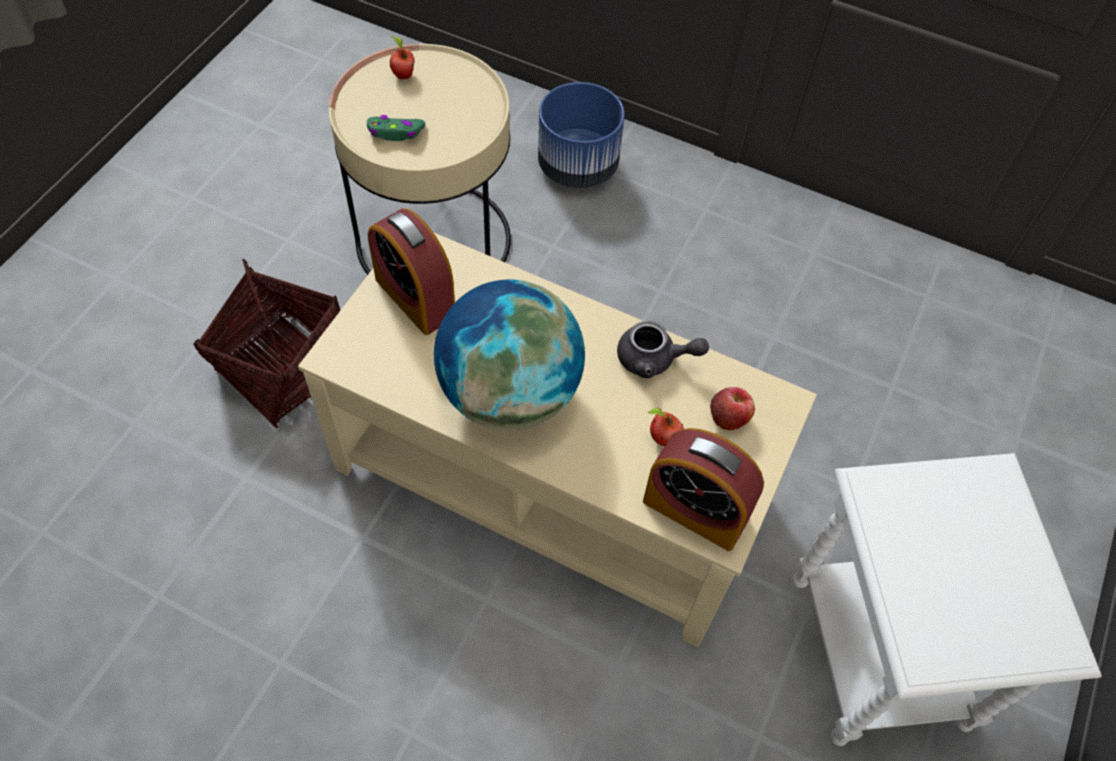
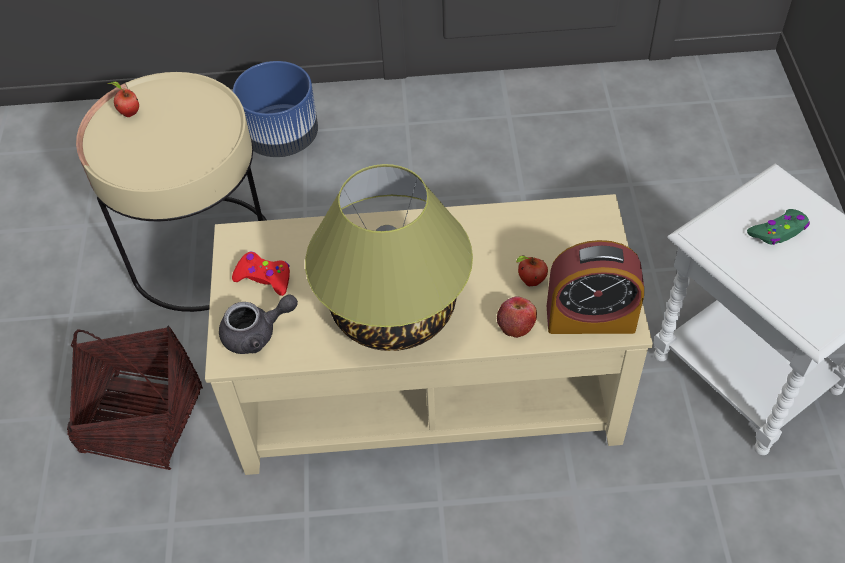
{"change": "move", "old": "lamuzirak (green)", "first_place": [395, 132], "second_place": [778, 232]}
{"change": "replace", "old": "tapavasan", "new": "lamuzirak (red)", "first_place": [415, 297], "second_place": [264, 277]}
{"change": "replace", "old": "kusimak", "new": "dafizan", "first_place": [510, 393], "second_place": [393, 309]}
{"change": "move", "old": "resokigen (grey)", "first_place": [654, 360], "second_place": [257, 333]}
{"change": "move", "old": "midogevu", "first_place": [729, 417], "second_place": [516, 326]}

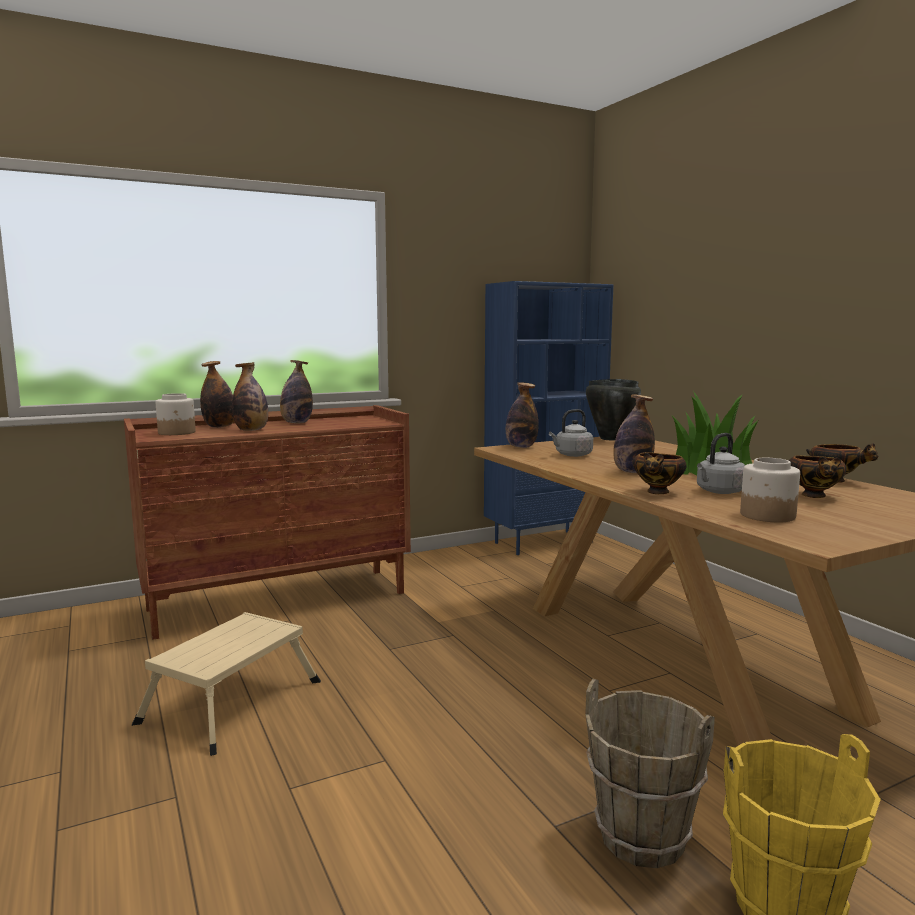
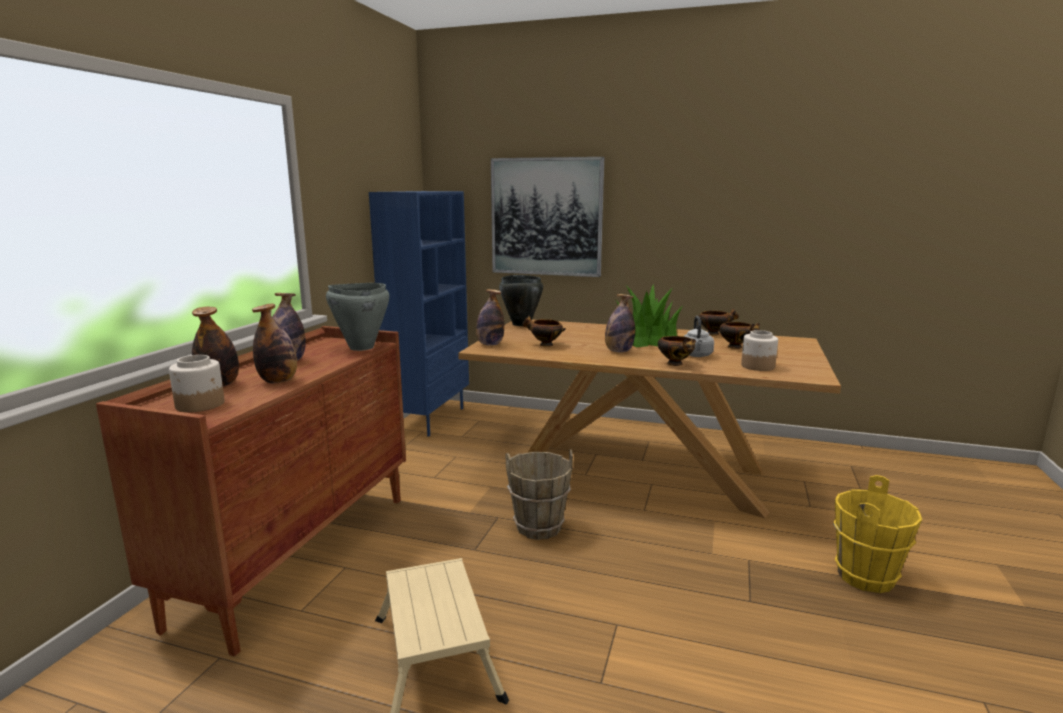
{"change": "replace", "old": "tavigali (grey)", "new": "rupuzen", "first_place": [572, 455], "second_place": [544, 345]}
{"change": "move", "old": "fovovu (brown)", "first_place": [642, 836], "second_place": [538, 527]}
{"change": "insert", "new": "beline", "second_place": [546, 217]}
{"change": "insert", "new": "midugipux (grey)", "second_place": [361, 347]}

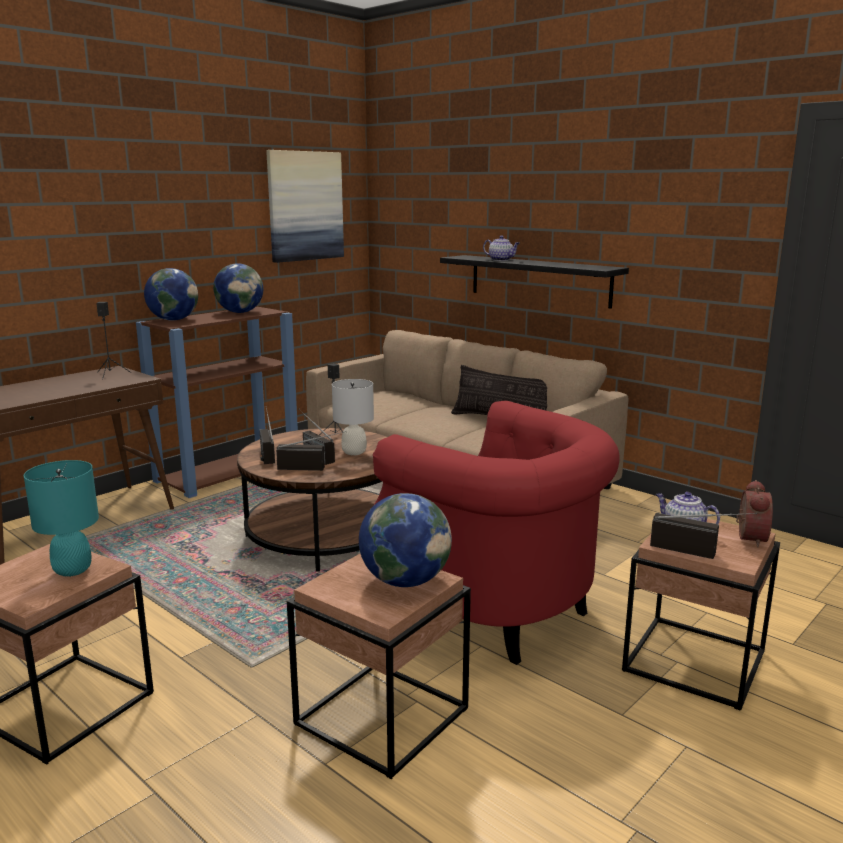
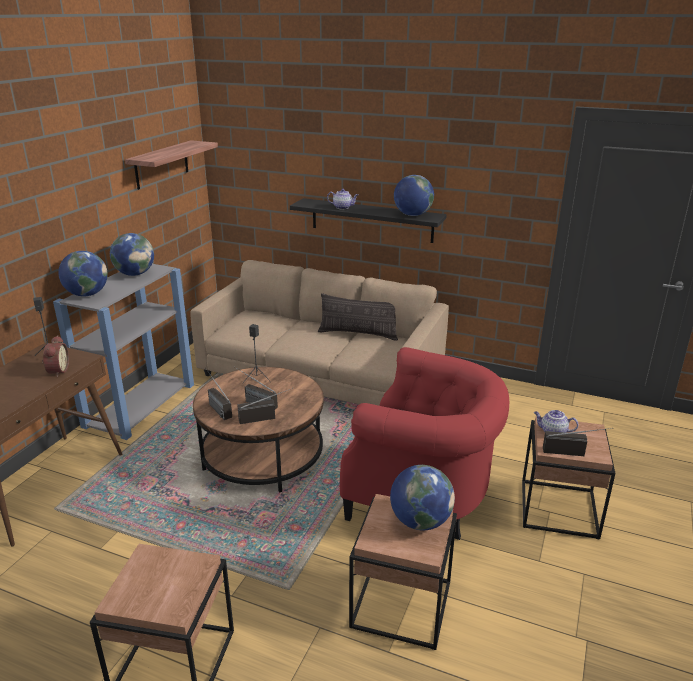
{"change": "replace", "old": "beline", "new": "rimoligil", "first_place": [305, 206], "second_place": [161, 164]}
{"change": "recolor", "old": "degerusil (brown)", "new": "degerusil (grey)", "first_place": [229, 471], "second_place": [141, 404]}
{"change": "delete", "old": "dafizan (grey)", "first_place": [353, 453]}
{"change": "delete", "old": "dafizan (turquoise)", "first_place": [74, 570]}
{"change": "move", "old": "tapavasan", "first_place": [748, 538], "second_place": [57, 371]}
{"change": "insert", "new": "kusimak", "second_place": [412, 215]}

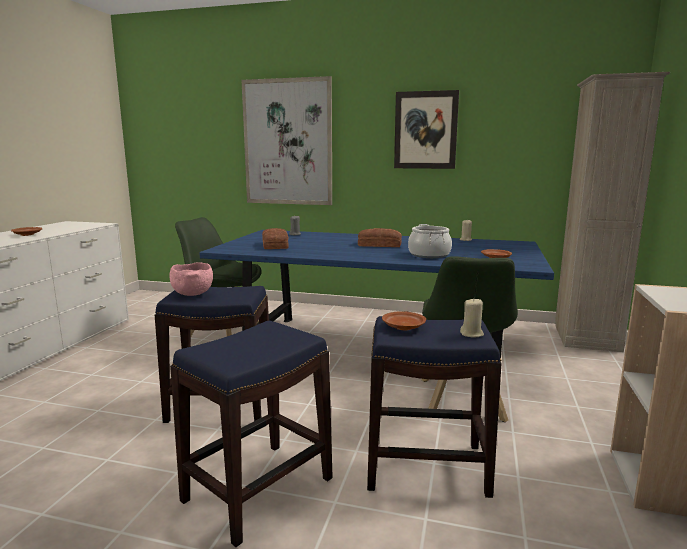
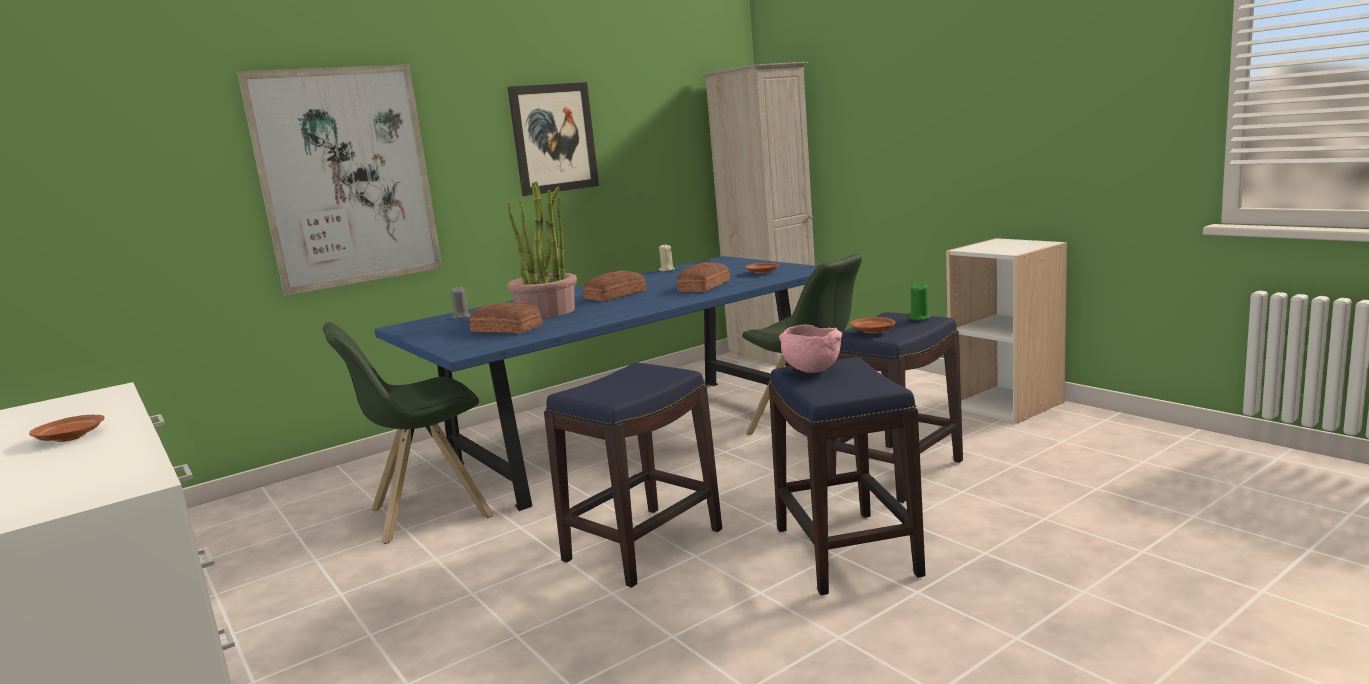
{"change": "replace", "old": "midugipux", "new": "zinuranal", "first_place": [429, 255], "second_place": [702, 286]}
{"change": "move", "old": "rupuzen (pink)", "first_place": [192, 294], "second_place": [810, 370]}
{"change": "recolor", "old": "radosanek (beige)", "new": "radosanek (green)", "first_place": [472, 334], "second_place": [919, 318]}
{"change": "insert", "new": "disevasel", "second_place": [546, 312]}

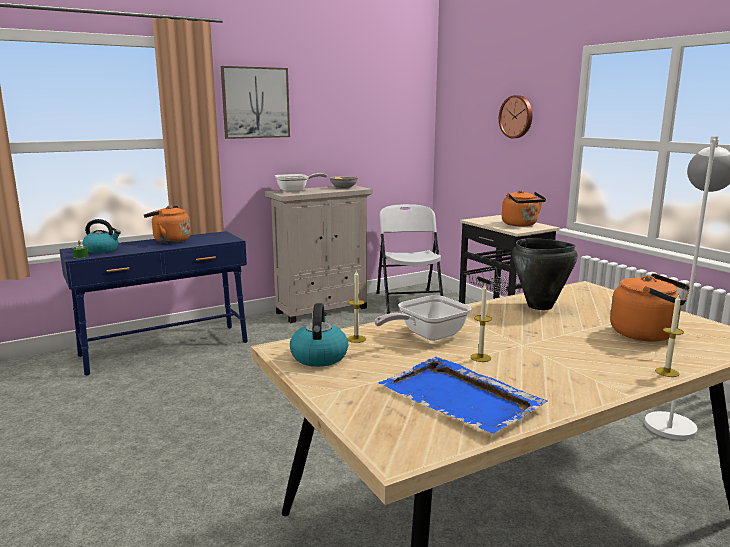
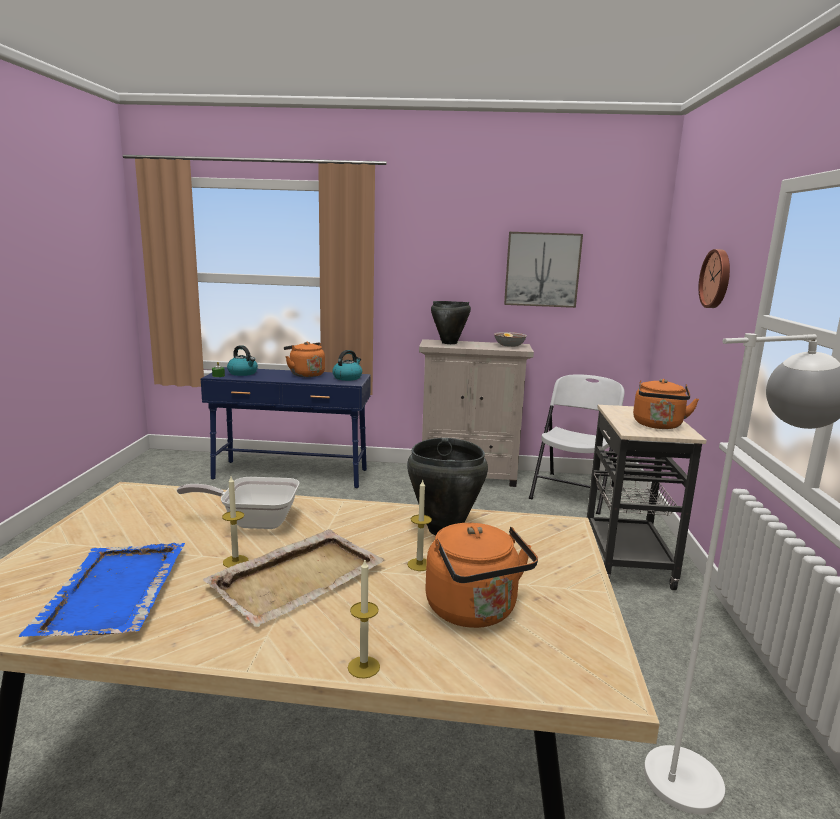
{"change": "move", "old": "beline", "first_place": [255, 103], "second_place": [542, 269]}
{"change": "replace", "old": "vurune", "new": "midugipux (black)", "first_place": [296, 191], "second_place": [449, 343]}
{"change": "move", "old": "radosanek", "first_place": [356, 339], "second_place": [419, 564]}
{"change": "move", "old": "tavigali", "first_place": [319, 356], "second_place": [347, 378]}
{"change": "insert", "new": "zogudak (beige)", "second_place": [299, 577]}

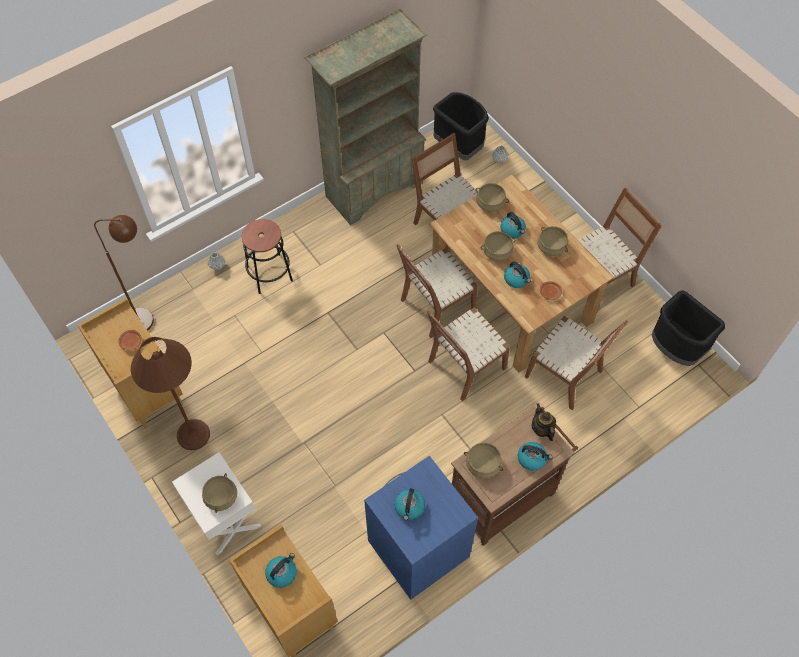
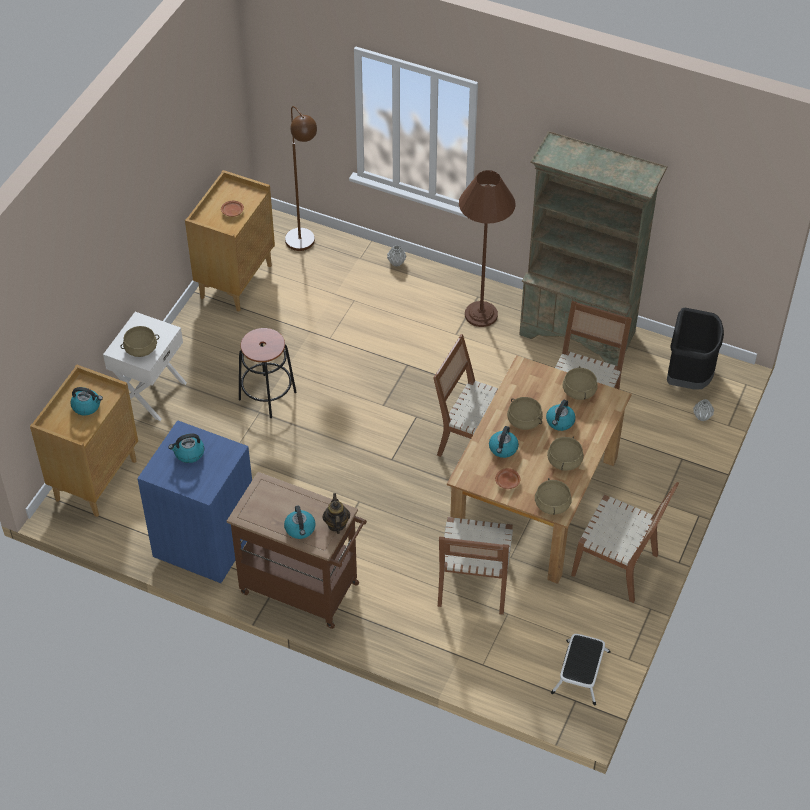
{"change": "move", "old": "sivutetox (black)", "first_place": [269, 273], "second_place": [267, 395]}
{"change": "replace", "old": "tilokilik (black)", "new": "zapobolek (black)", "first_place": [676, 349], "second_place": [580, 672]}
{"change": "delete", "old": "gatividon", "first_place": [464, 367]}
{"change": "move", "old": "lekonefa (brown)", "first_place": [193, 435], "second_place": [481, 314]}
{"change": "rotate", "old": "resokigen", "first_place": [542, 429], "second_place": [336, 524], "degrees": -45}
{"change": "move", "old": "midugipux (beige)", "first_place": [482, 464], "second_place": [552, 504]}

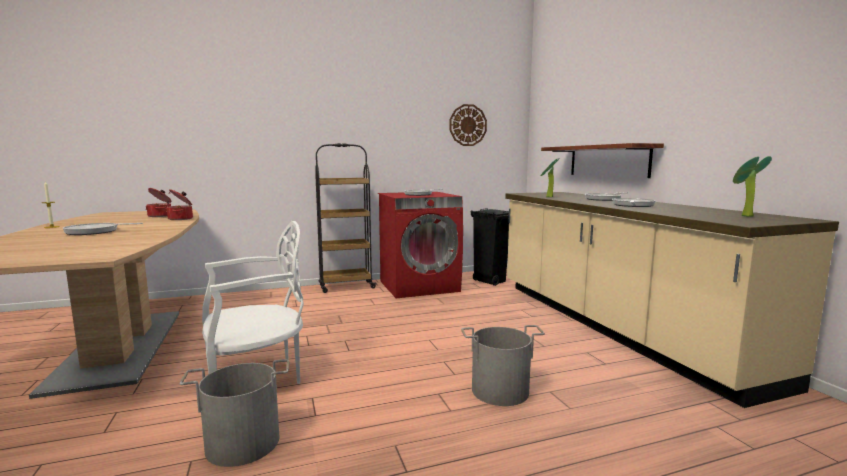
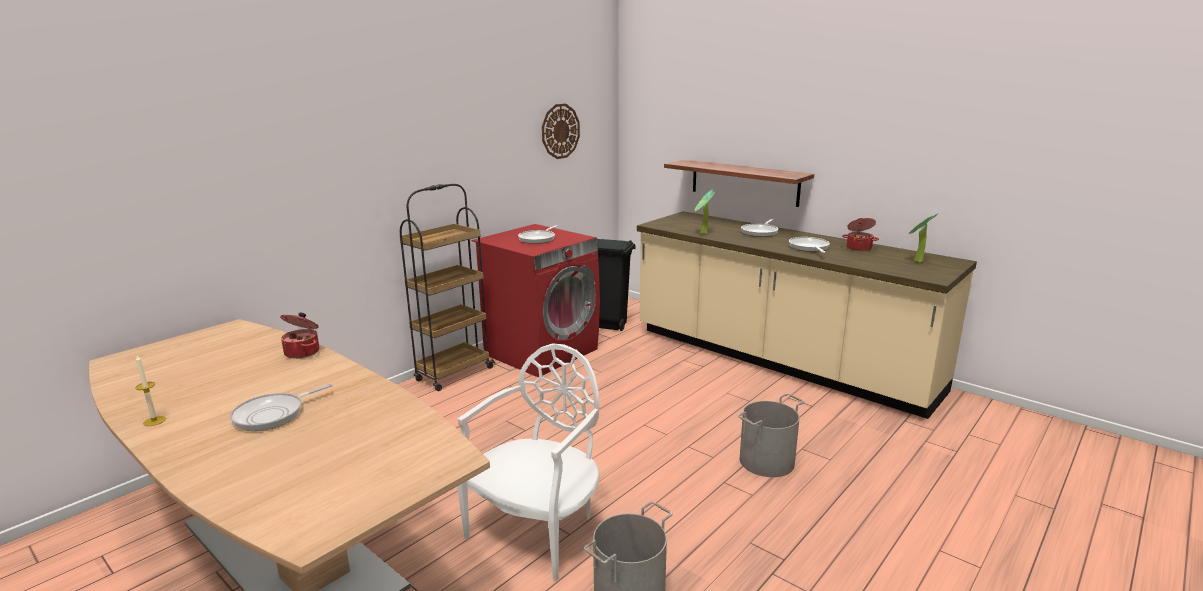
{"change": "move", "old": "midugipux", "first_place": [160, 216], "second_place": [859, 248]}

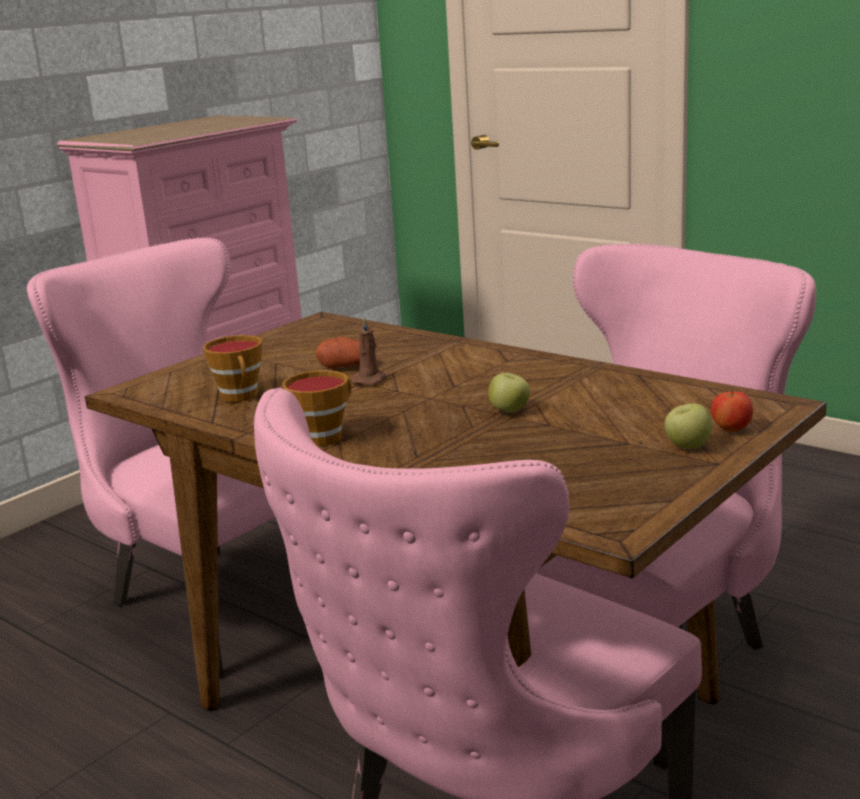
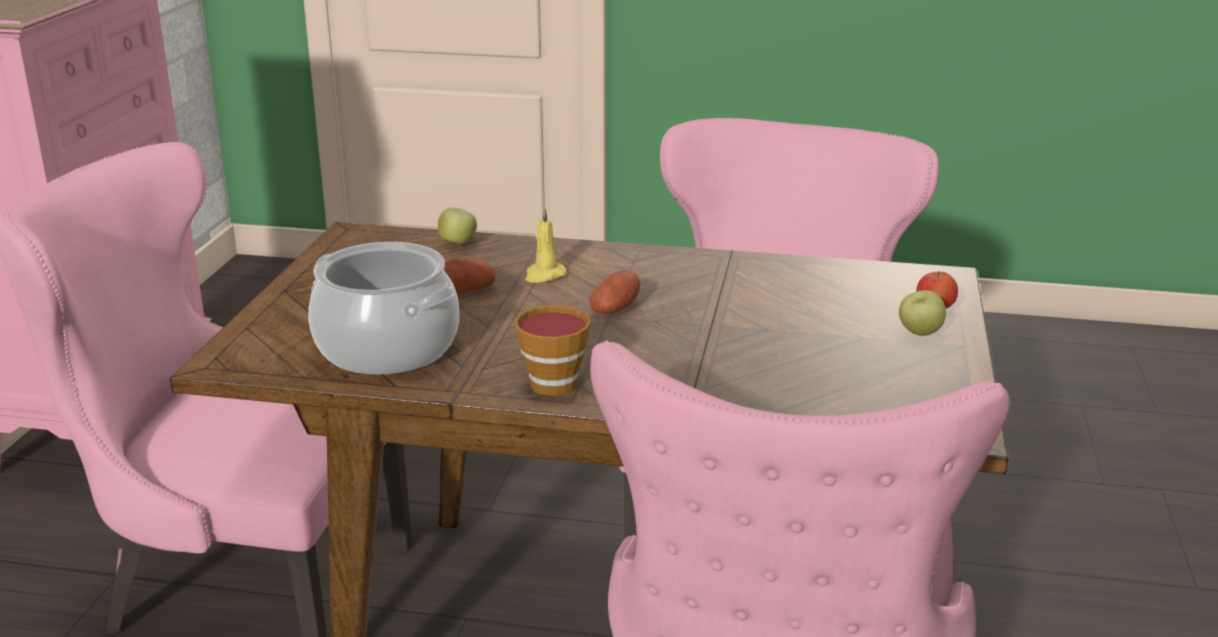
{"change": "delete", "old": "radosanek (brown)", "first_place": [371, 380]}
{"change": "replace", "old": "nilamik", "new": "midugipux", "first_place": [241, 397], "second_place": [388, 347]}
{"change": "move", "old": "midogevu", "first_place": [509, 411], "second_place": [458, 243]}
{"change": "insert", "new": "radosanek (yellow)", "second_place": [544, 275]}
{"change": "insert", "new": "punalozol", "second_place": [615, 309]}

